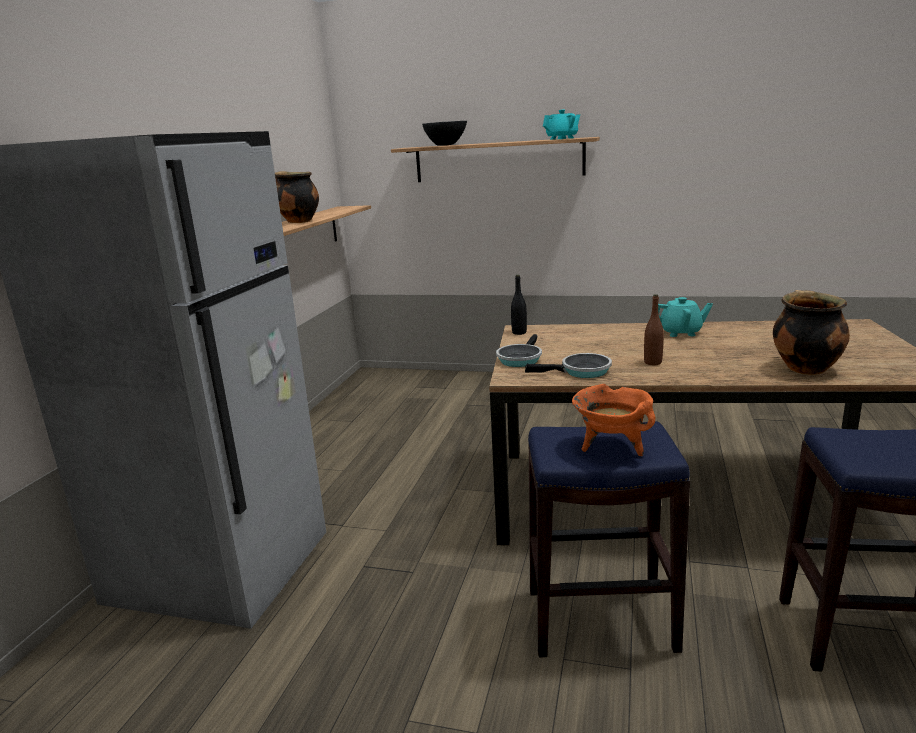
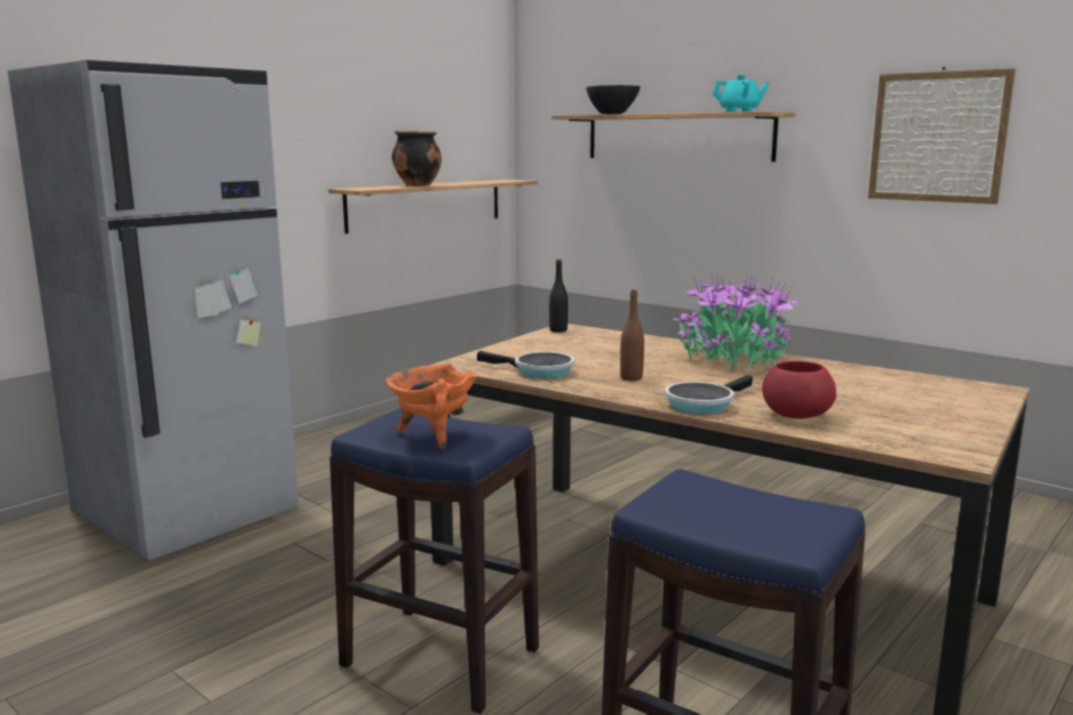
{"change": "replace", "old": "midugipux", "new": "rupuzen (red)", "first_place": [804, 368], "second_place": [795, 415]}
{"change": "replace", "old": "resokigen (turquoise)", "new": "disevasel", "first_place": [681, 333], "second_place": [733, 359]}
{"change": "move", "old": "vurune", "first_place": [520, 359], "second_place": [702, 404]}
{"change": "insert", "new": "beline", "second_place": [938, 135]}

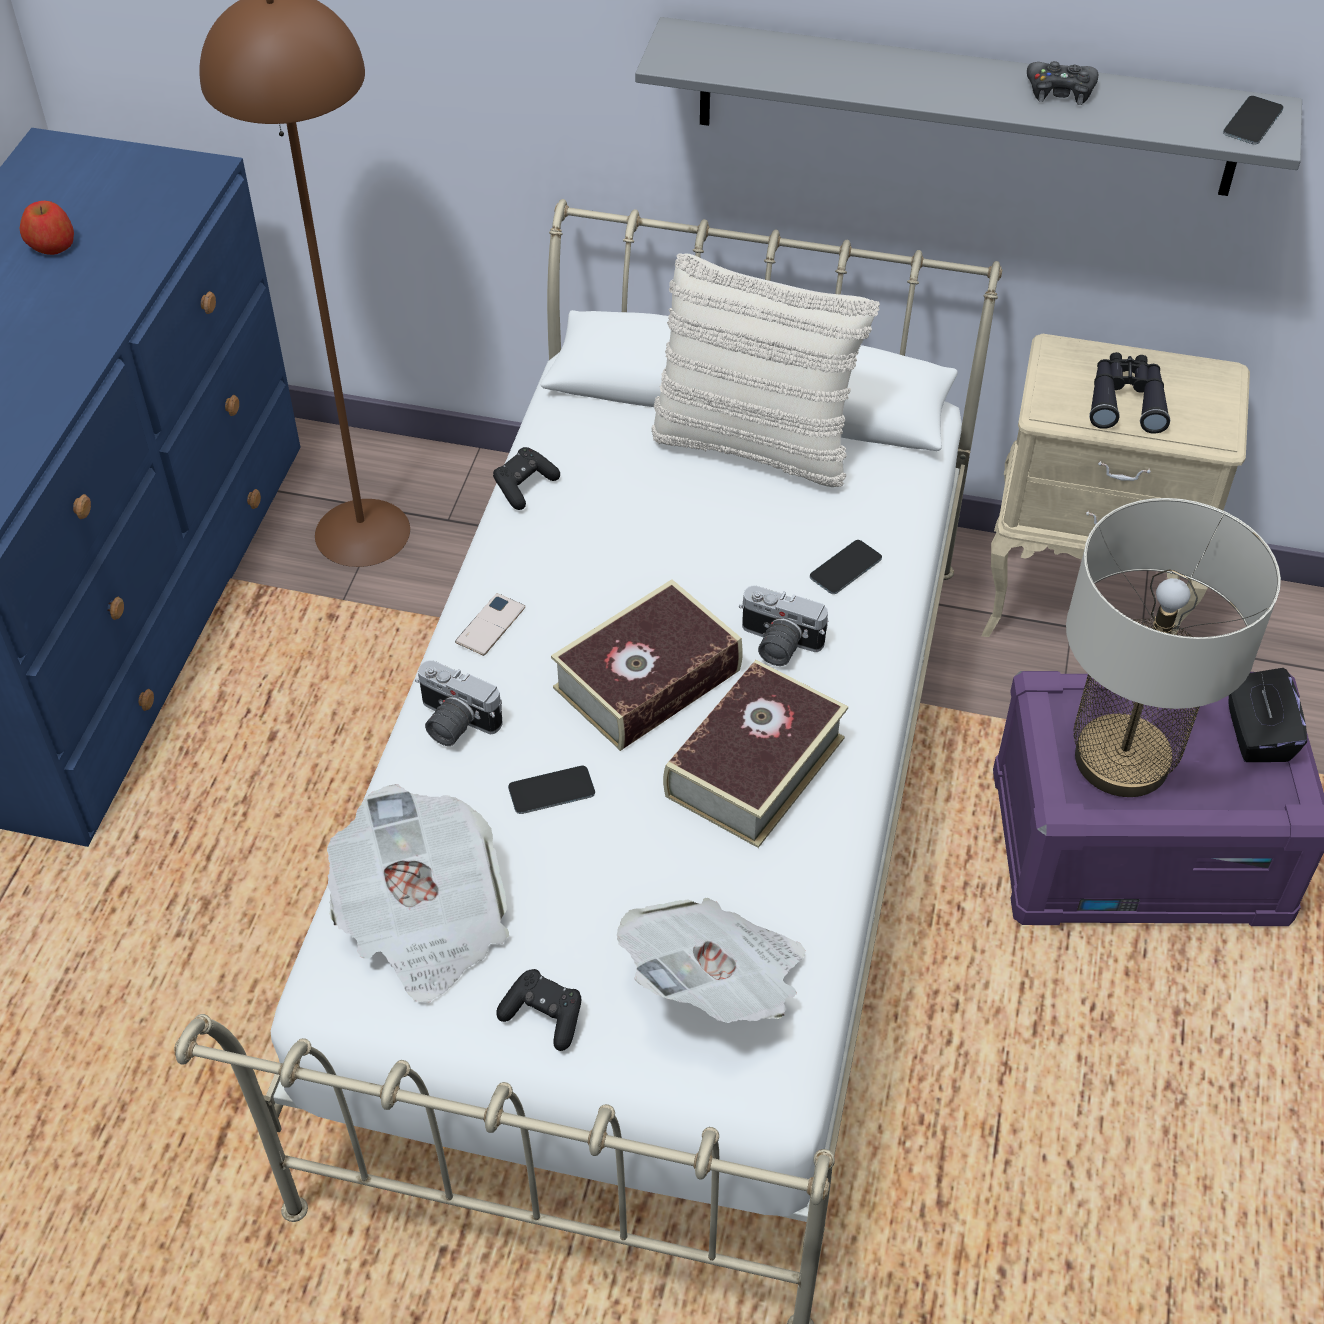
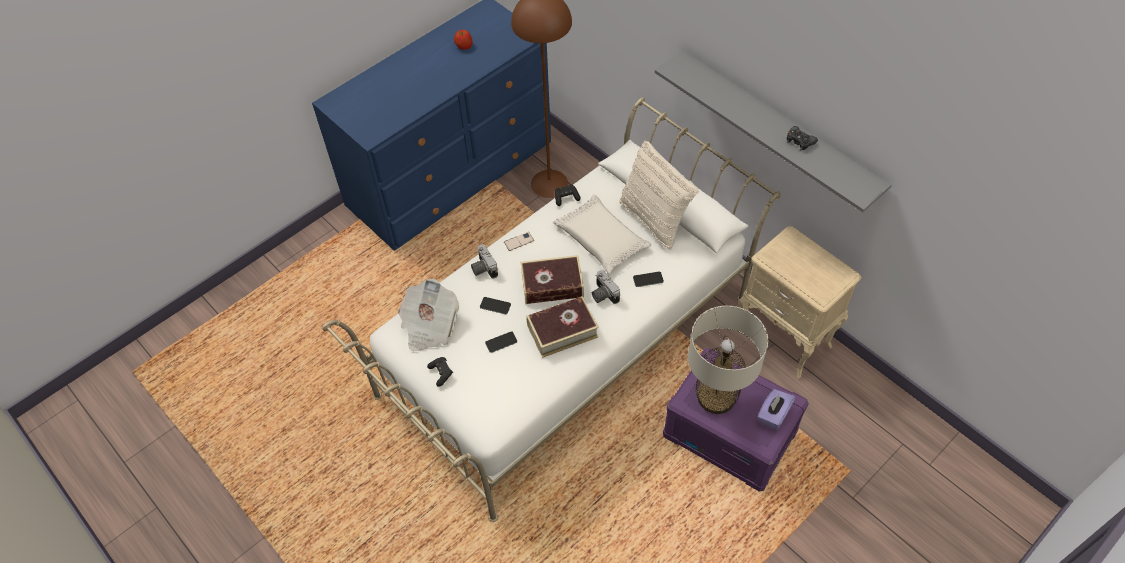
{"change": "move", "old": "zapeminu", "first_place": [1253, 121], "second_place": [501, 342]}
{"change": "delete", "old": "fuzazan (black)", "first_place": [1126, 400]}
{"change": "recolor", "old": "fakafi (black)", "new": "fakafi (purple)", "first_place": [1256, 734], "second_place": [773, 415]}
{"change": "delete", "old": "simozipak", "first_place": [717, 983]}
{"change": "insert", "new": "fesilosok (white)", "second_place": [601, 238]}

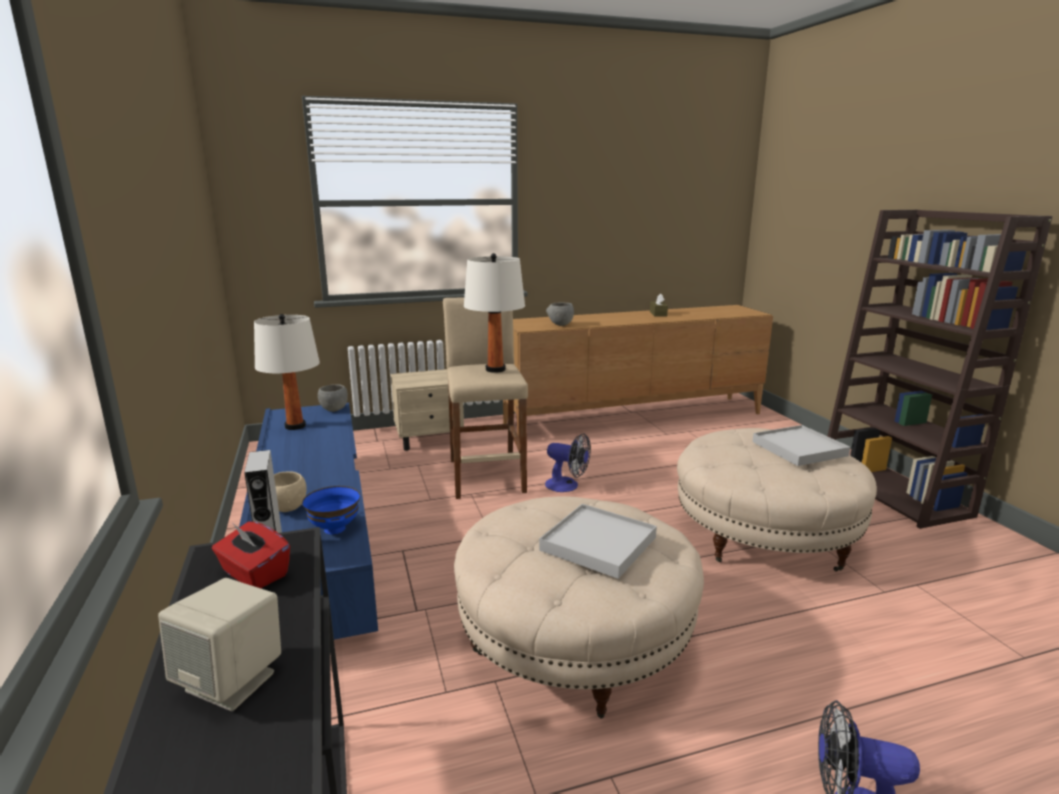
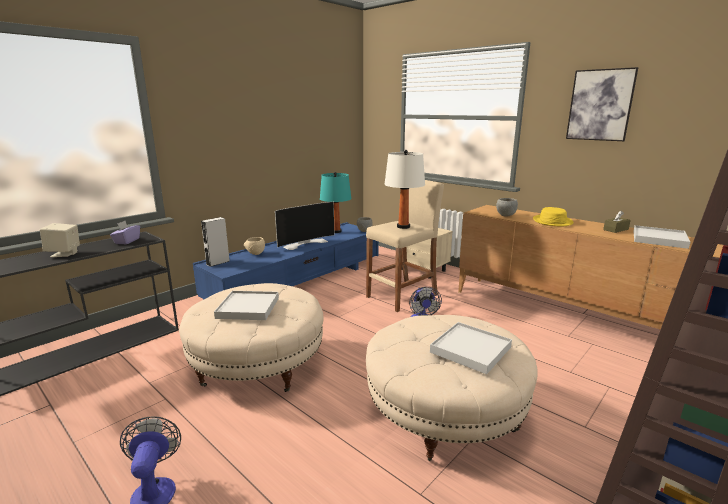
{"change": "recolor", "old": "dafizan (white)", "new": "dafizan (turquoise)", "first_place": [295, 426], "second_place": [336, 231]}
{"change": "delete", "old": "rupuzen (blue)", "first_place": [335, 529]}
{"change": "recolor", "old": "fakafi (red)", "new": "fakafi (purple)", "first_place": [254, 574], "second_place": [127, 241]}
{"change": "insert", "new": "beline", "second_place": [600, 105]}
{"change": "insert", "new": "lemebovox", "second_place": [305, 243]}
{"change": "insert", "new": "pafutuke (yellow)", "second_place": [552, 221]}
{"change": "insert", "new": "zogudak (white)", "second_place": [659, 239]}

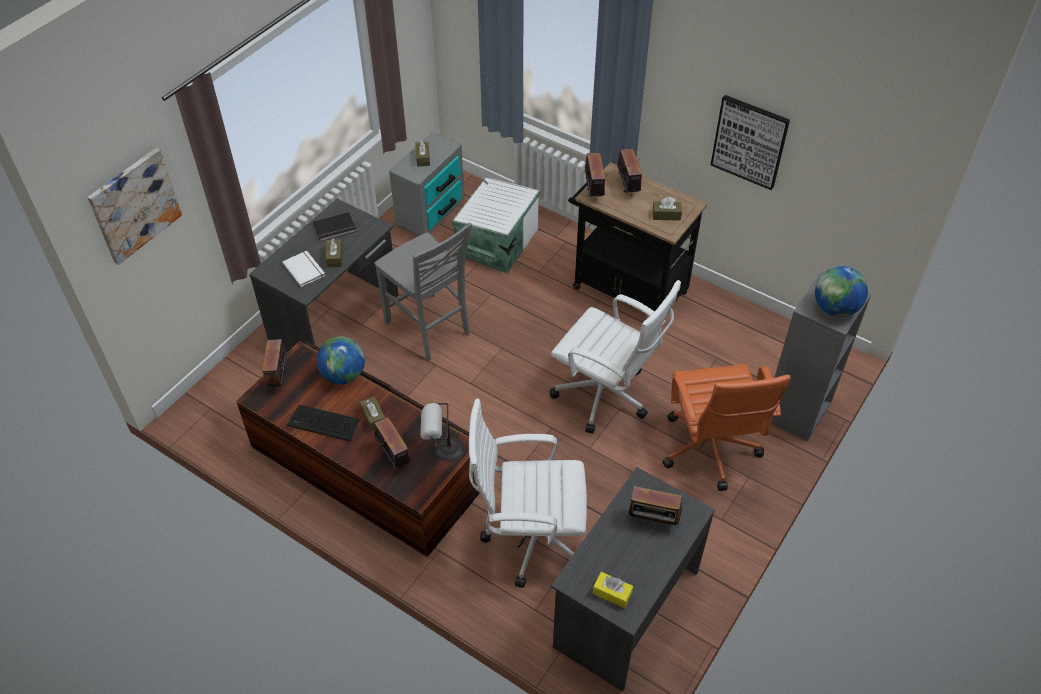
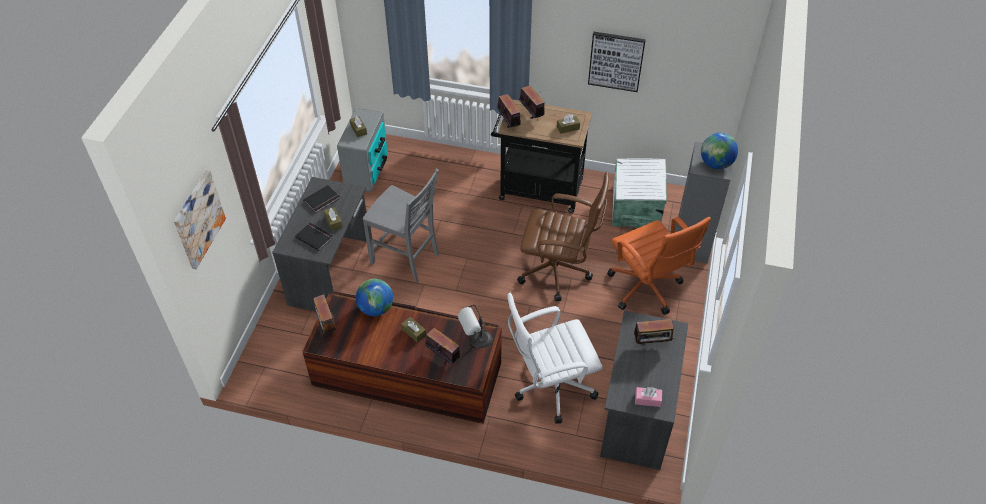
{"change": "move", "old": "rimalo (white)", "first_place": [495, 242], "second_place": [635, 207]}
{"change": "recolor", "old": "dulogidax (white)", "new": "dulogidax (black)", "first_place": [305, 269], "second_place": [315, 237]}
{"change": "recolor", "old": "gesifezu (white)", "new": "gesifezu (brown)", "first_place": [606, 397], "second_place": [558, 272]}
{"change": "delete", "old": "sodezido", "first_place": [323, 423]}
{"change": "recolor", "old": "fakafi (yellow)", "new": "fakafi (pink)", "first_place": [612, 593], "second_place": [647, 399]}

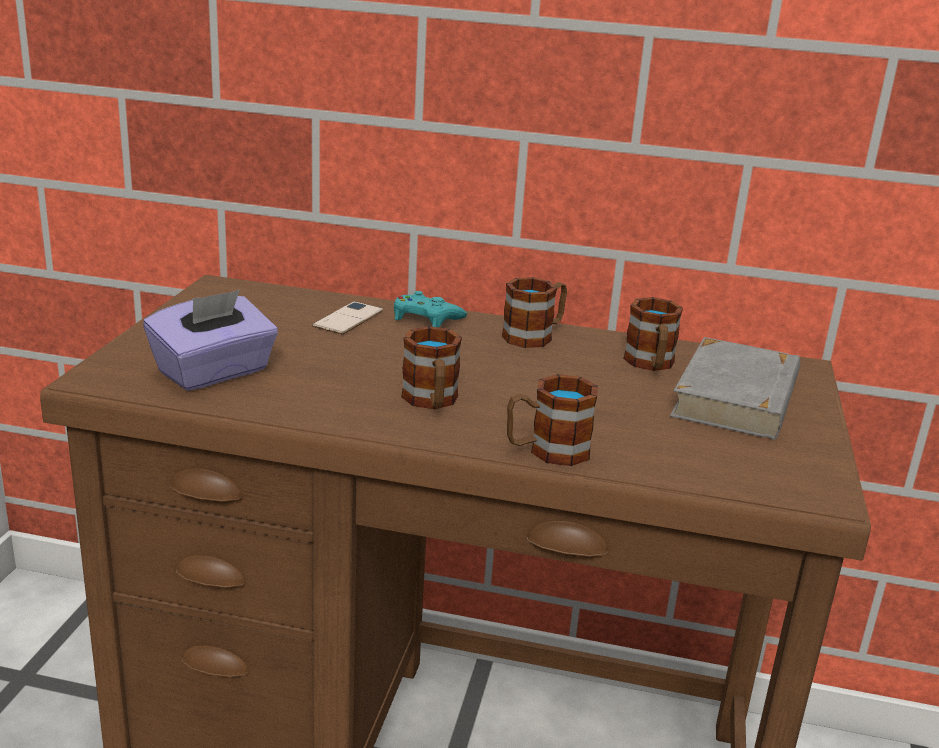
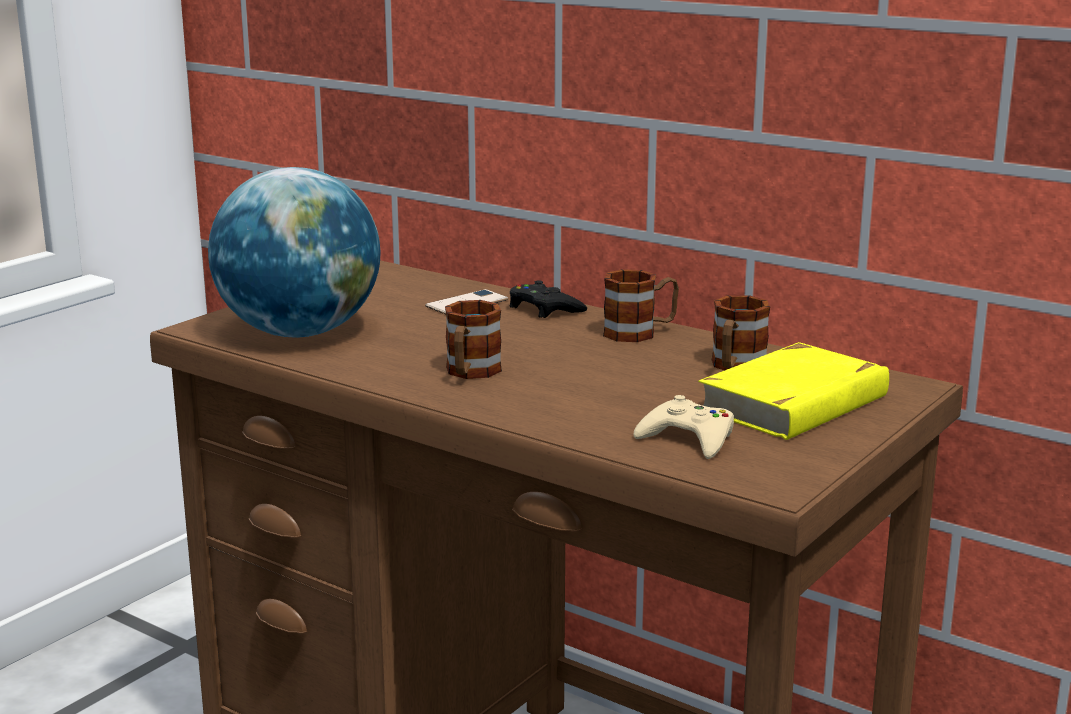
{"change": "replace", "old": "fakafi (purple)", "new": "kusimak", "first_place": [214, 372], "second_place": [300, 333]}
{"change": "recolor", "old": "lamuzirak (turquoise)", "new": "lamuzirak (black)", "first_place": [426, 318], "second_place": [544, 309]}
{"change": "recolor", "old": "dulogidax (grey)", "new": "dulogidax (yellow)", "first_place": [737, 397], "second_place": [795, 403]}
{"change": "delete", "old": "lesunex", "first_place": [547, 451]}
{"change": "insert", "new": "lamuzirak (beige)", "second_place": [688, 438]}

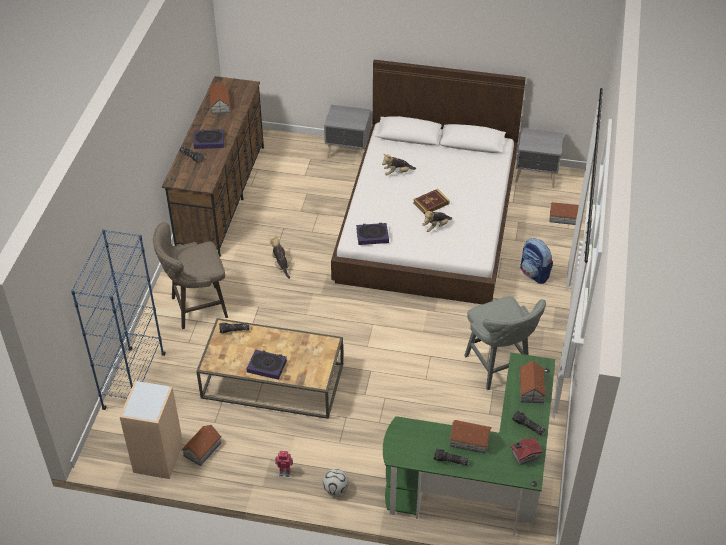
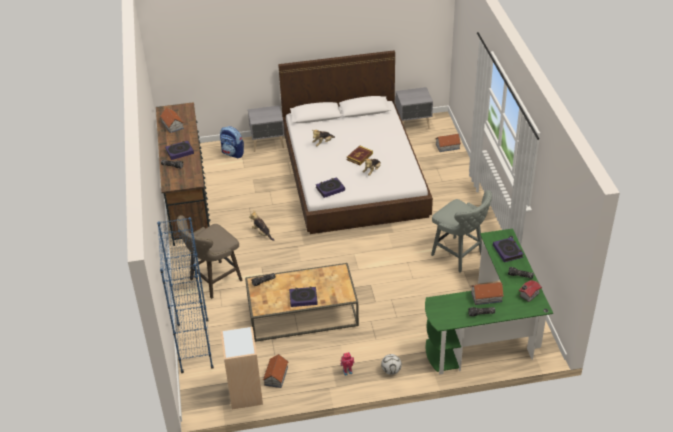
{"change": "move", "old": "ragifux", "first_place": [534, 274], "second_place": [233, 153]}
{"change": "replace", "old": "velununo", "new": "dulogidax", "first_place": [531, 388], "second_place": [507, 251]}

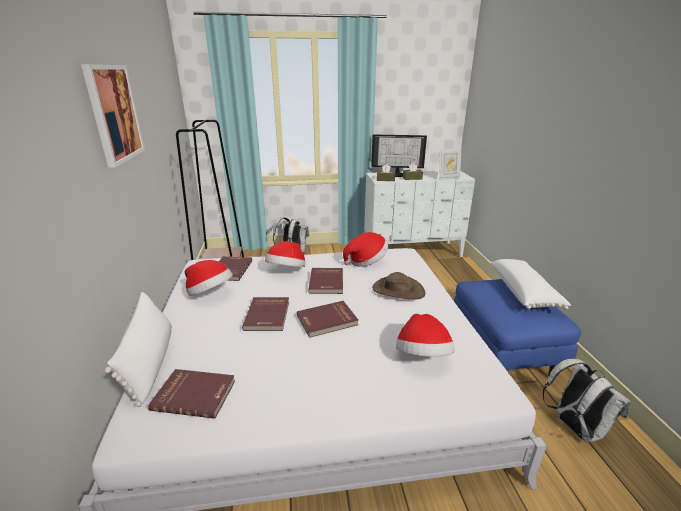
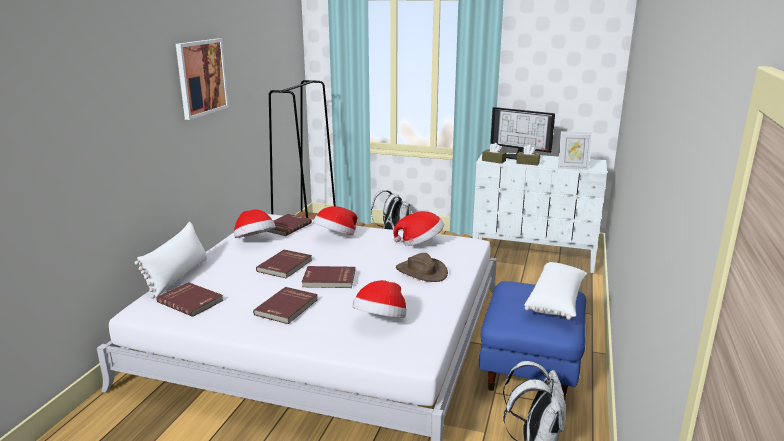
{"change": "move", "old": "dulogidax (red)", "first_place": [327, 282], "second_place": [287, 307]}

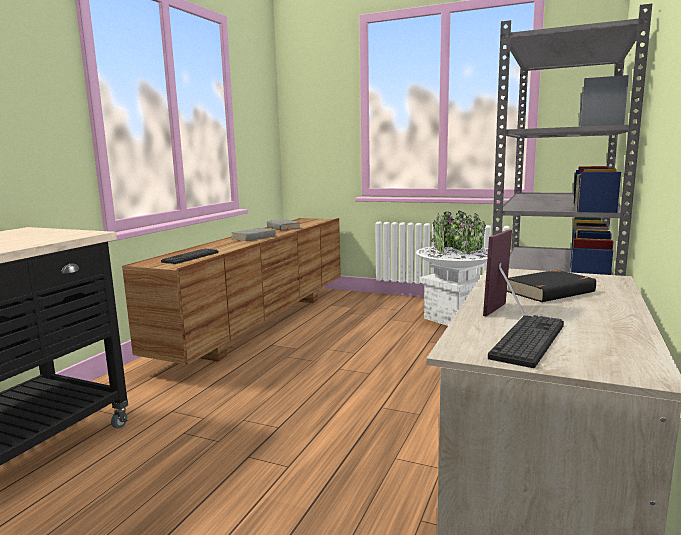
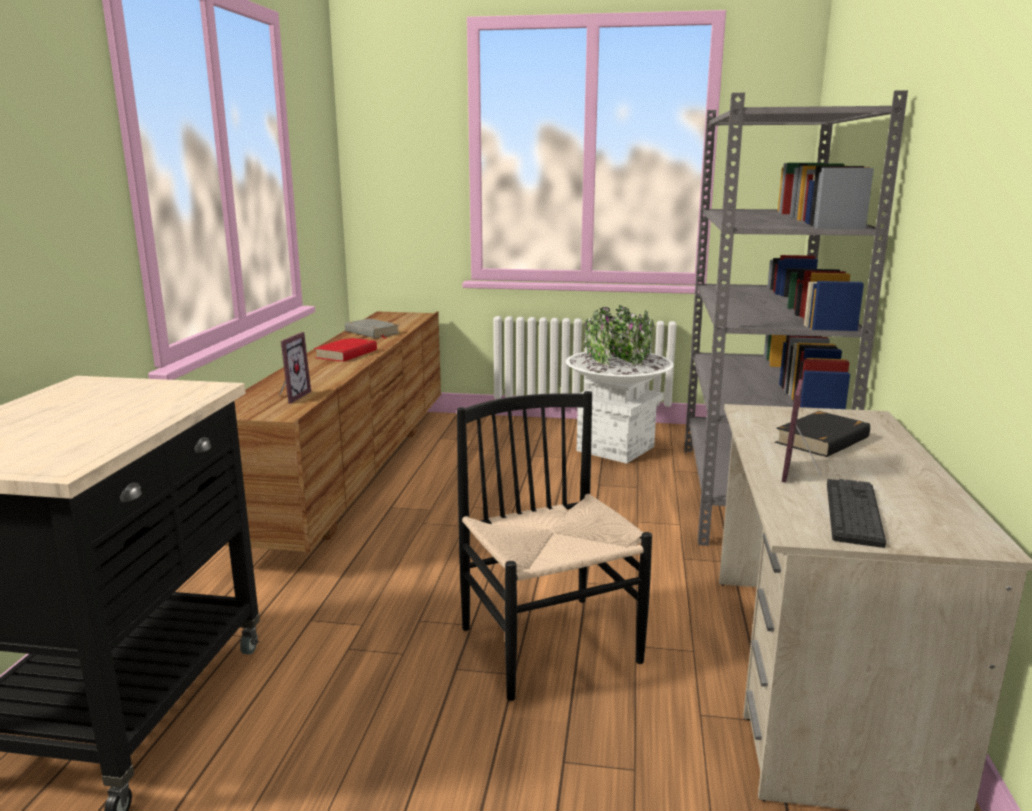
{"change": "recolor", "old": "dulogidax (grey)", "new": "dulogidax (red)", "first_place": [254, 237], "second_place": [347, 354]}
{"change": "replace", "old": "sodezido", "new": "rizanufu", "first_place": [191, 257], "second_place": [290, 396]}
{"change": "insert", "new": "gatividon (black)", "second_place": [547, 641]}

